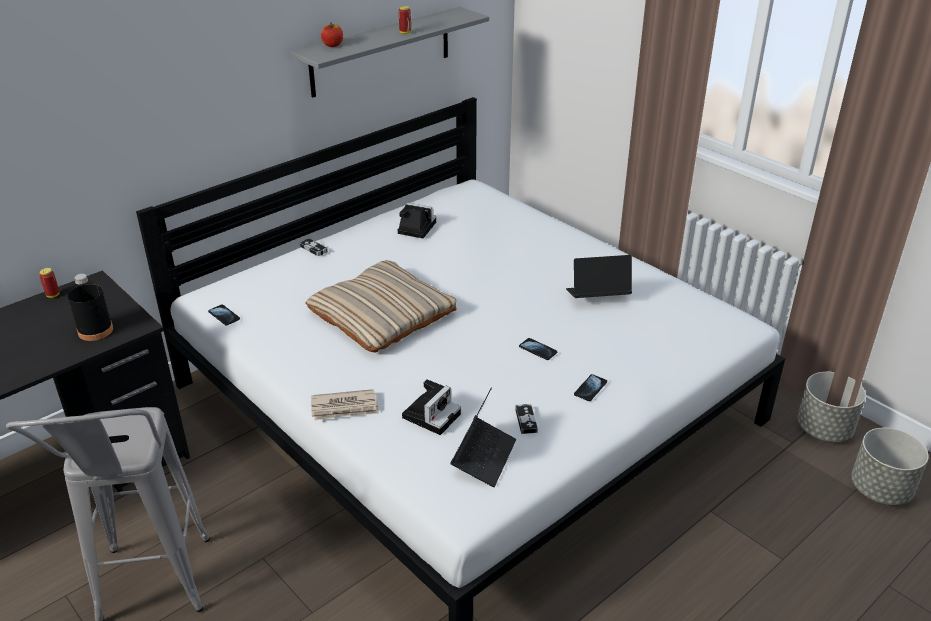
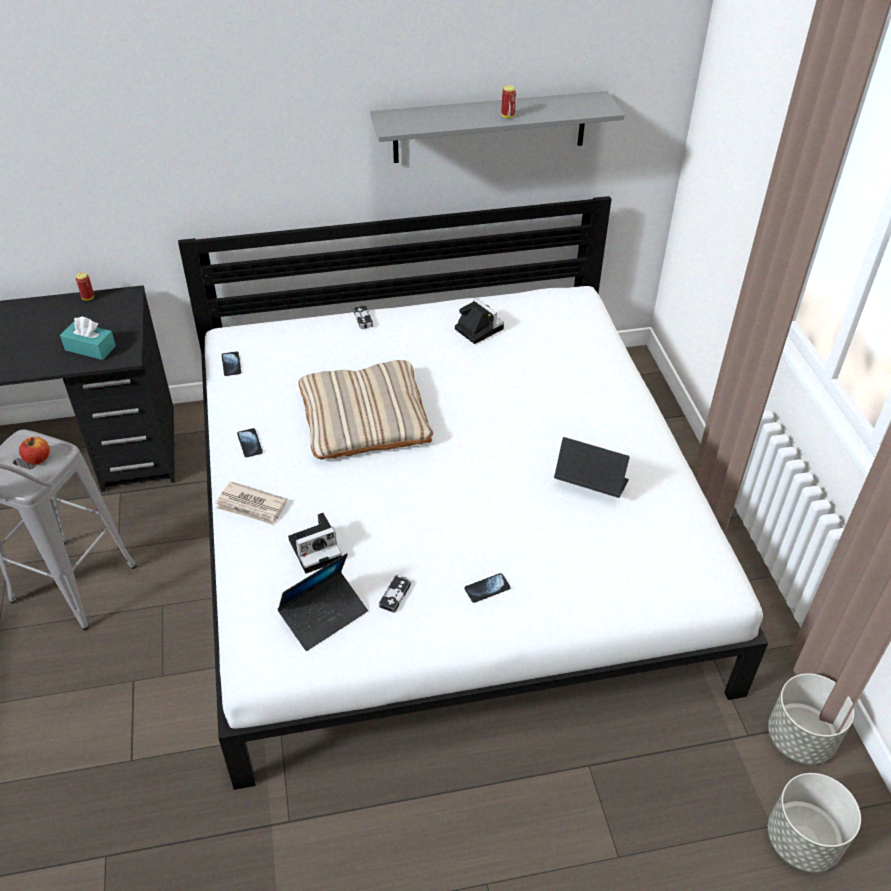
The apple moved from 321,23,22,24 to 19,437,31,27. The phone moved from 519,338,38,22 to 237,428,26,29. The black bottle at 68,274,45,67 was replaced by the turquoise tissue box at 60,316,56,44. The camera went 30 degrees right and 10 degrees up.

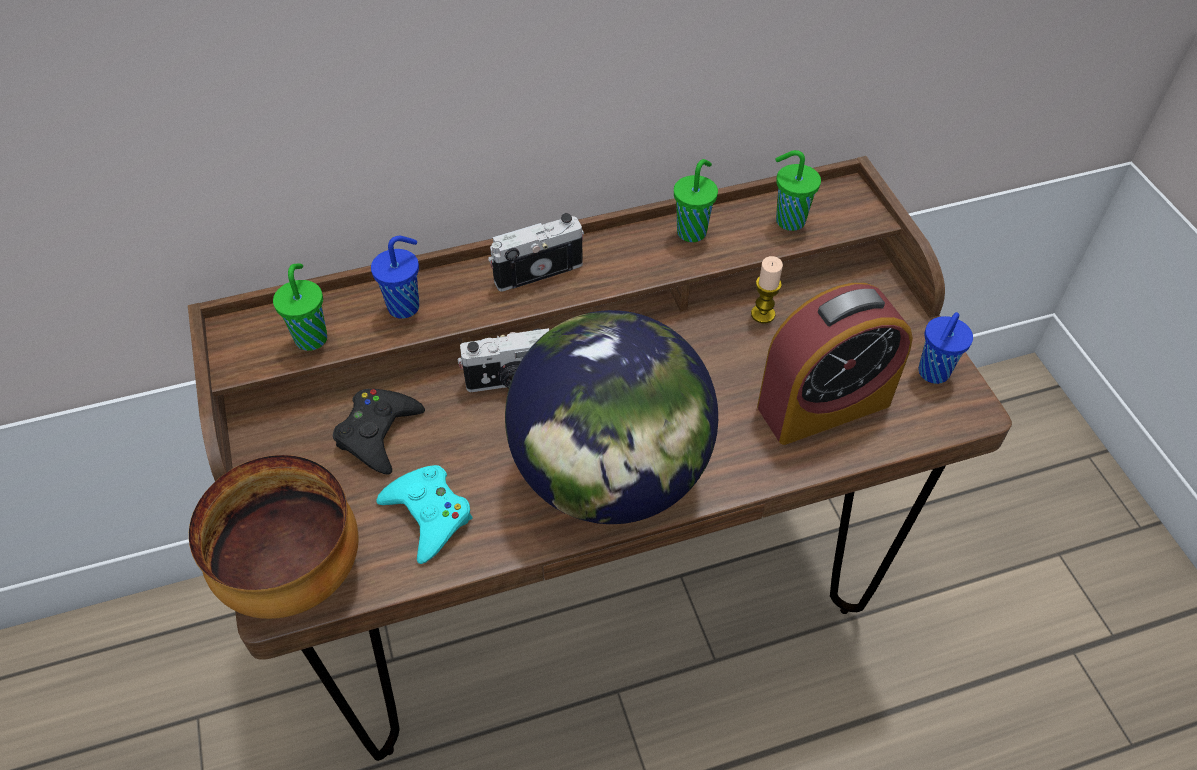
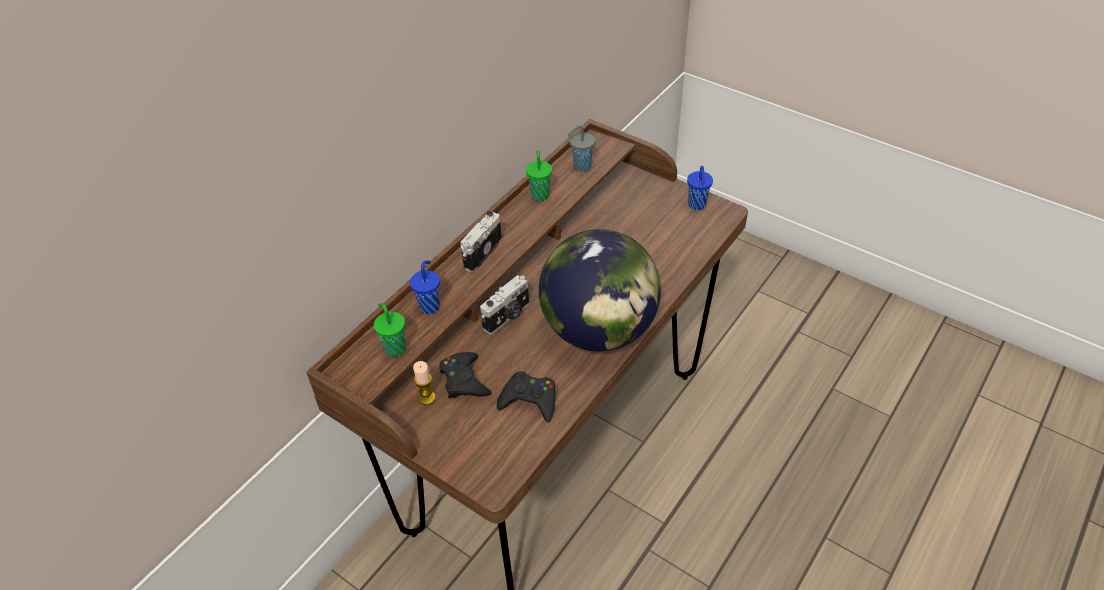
The bowl at 189,455,169,164 disappeared. The alarm clock at 757,283,156,162 disappeared. The candle moved from 751,256,32,67 to 413,361,23,44. The turquoise game controller at 376,465,96,99 became the black game controller at 497,371,58,51. The green cup at 775,150,46,81 became the grey cup at 567,125,28,47. The camera went 35 degrees left and 5 degrees down.

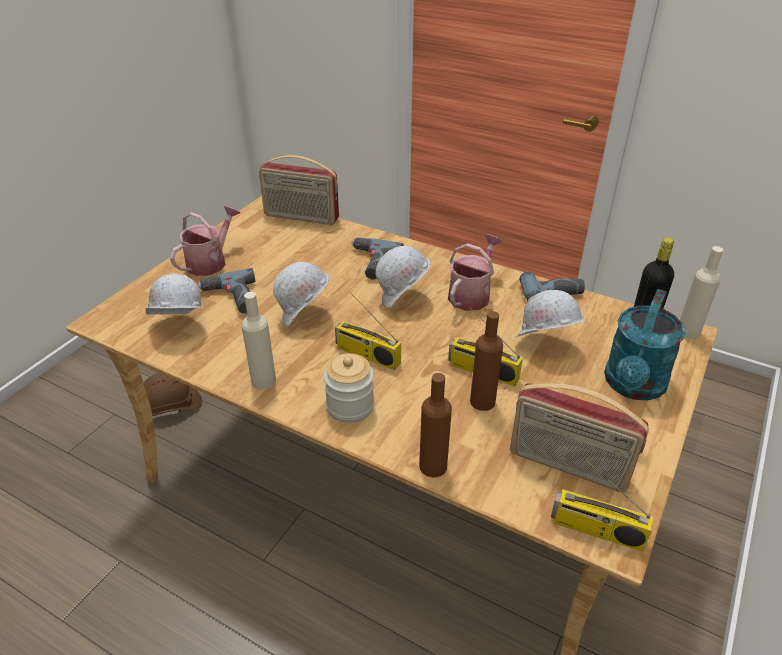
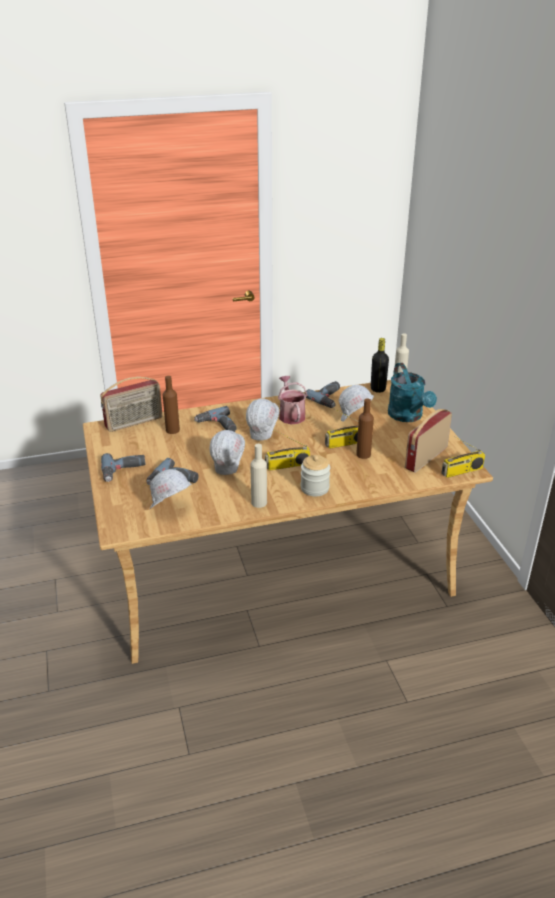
The brown hard hat at 144,373,58,46 disappeared. The brown bottle moved from 419,373,33,105 to 163,376,17,58. The watering can at 170,205,70,71 was replaced by the power drill at 101,453,45,29. The radio at 510,383,139,109 turned 150 degrees clockwise. The camera went 45 degrees left and 5 degrees down.

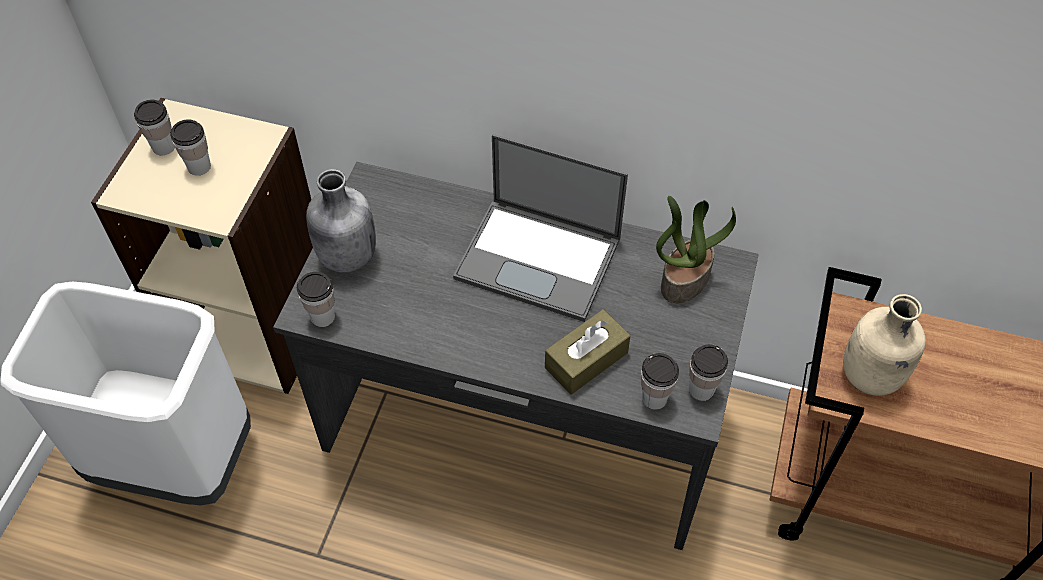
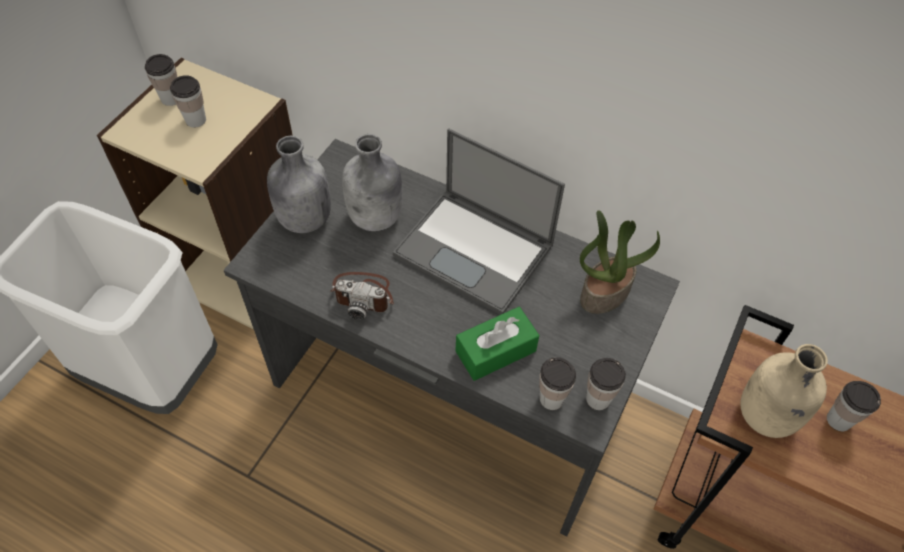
The photo camera at 330,272,64,48 appeared. The grey bottle at 342,134,61,97 appeared. The cup moved from 297,272,38,55 to 827,381,54,50. The brown tissue box at 545,309,86,86 became the green tissue box at 456,307,83,74. The camera went 10 degrees right and 0 degrees up.

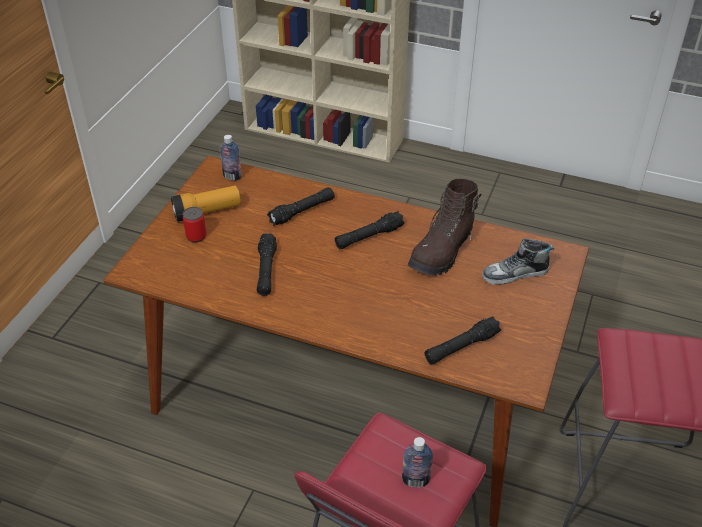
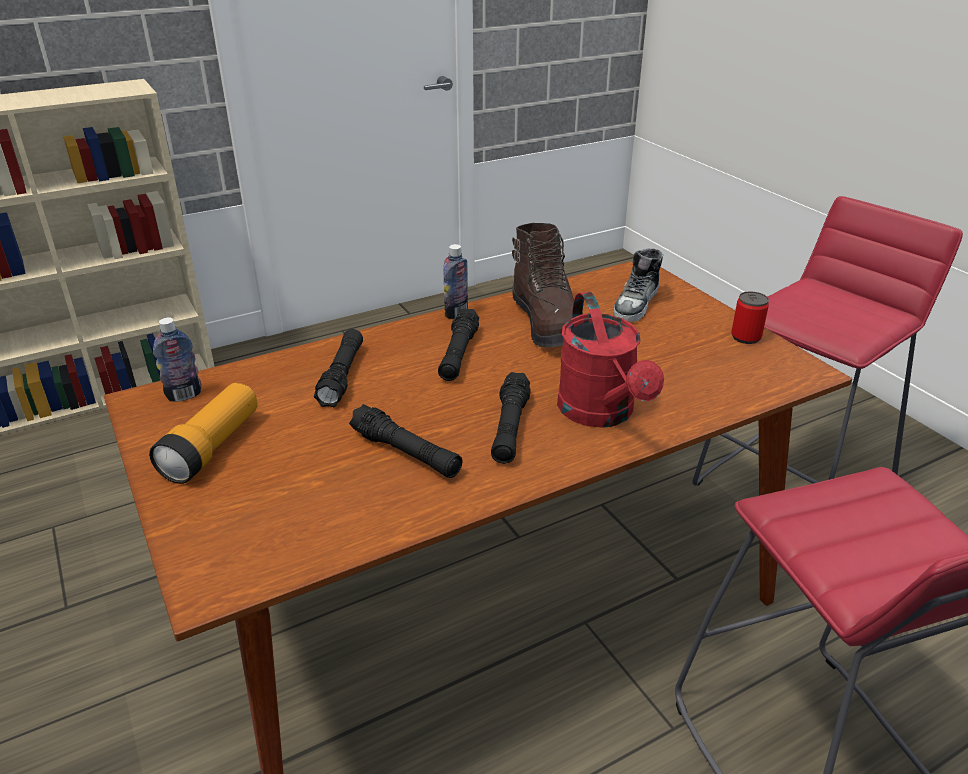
The red watering can at 557,292,107,136 appeared. The can moved from 183,207,24,36 to 731,292,38,52. The bottle moved from 402,437,31,51 to 443,244,25,75. The black flashlight moved from 425,316,76,48 to 491,372,40,92. The camera went 50 degrees left and 10 degrees down.

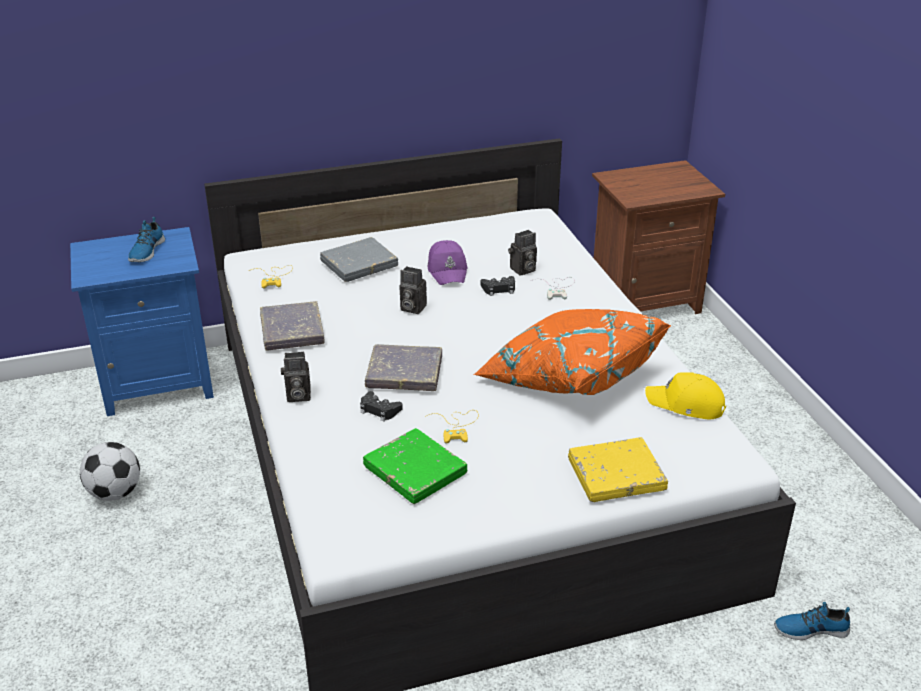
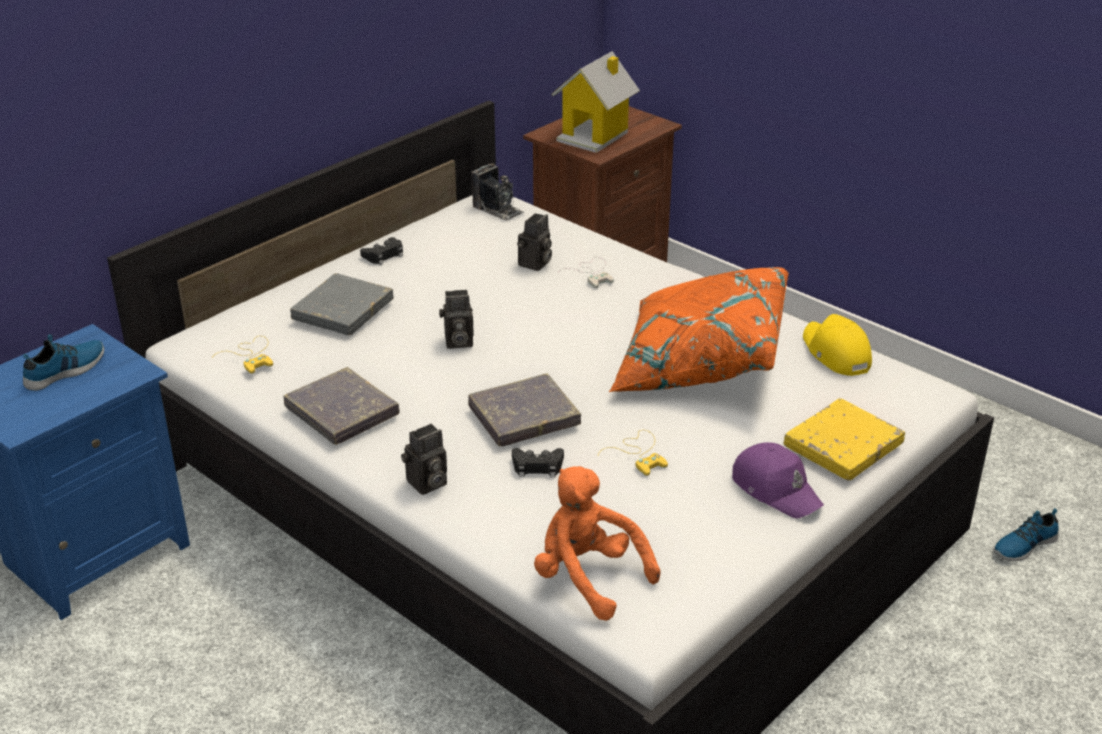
The football at 80,442,60,59 disappeared. The green book at 363,428,104,76 disappeared. The photo camera at 471,163,53,58 appeared. The orange plush toy at 534,466,127,155 appeared. The toy house at 552,51,88,102 appeared. The purple cap moved from 428,240,40,45 to 732,442,92,76. The black game controller moved from 480,276,35,20 to 360,237,43,28. The shoe at 128,217,37,45 turned 120 degrees counterclockwise. The yellow cap at 645,372,81,48 turned 75 degrees clockwise. The camera went 30 degrees left and 0 degrees up.

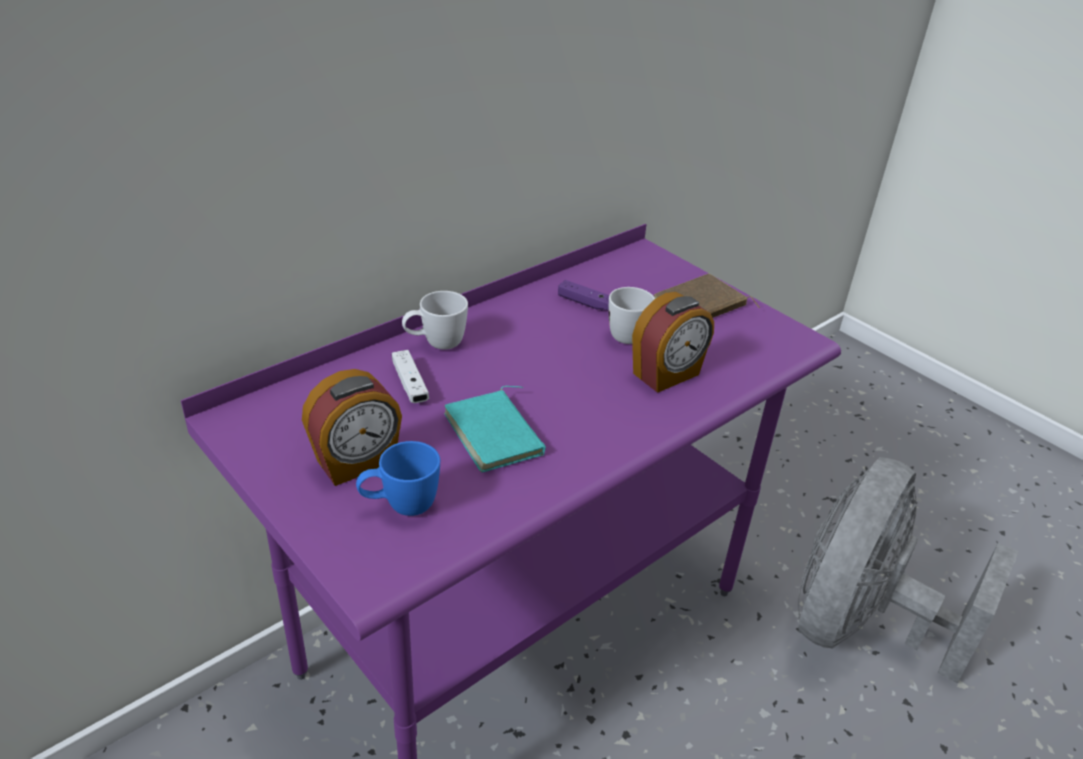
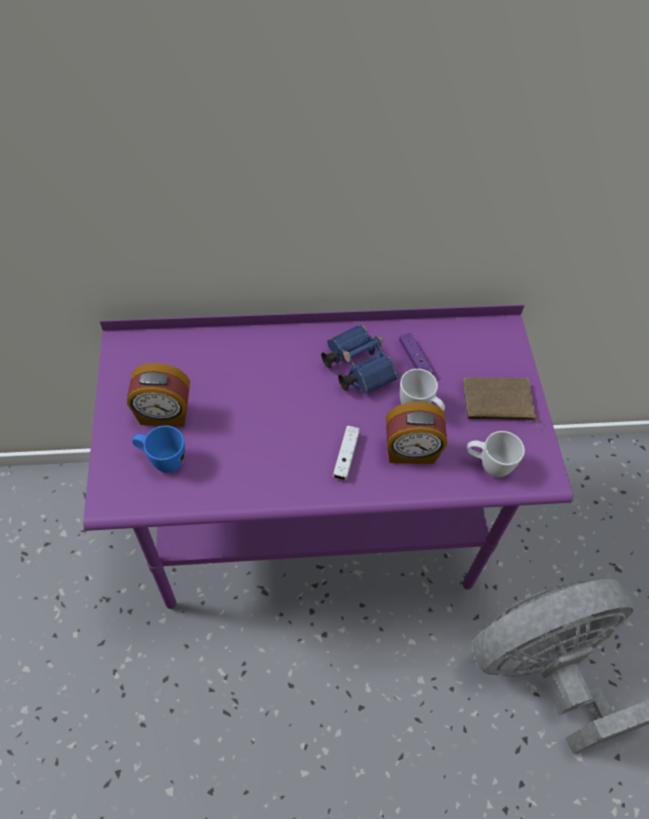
The turquoise book at 444,386,102,87 disappeared. The blue binoculars at 321,325,77,69 appeared. The white game controller moved from 392,350,37,53 to 333,426,27,54. The white mug moved from 402,291,66,59 to 467,431,58,46. The camera went 35 degrees right and 20 degrees up.

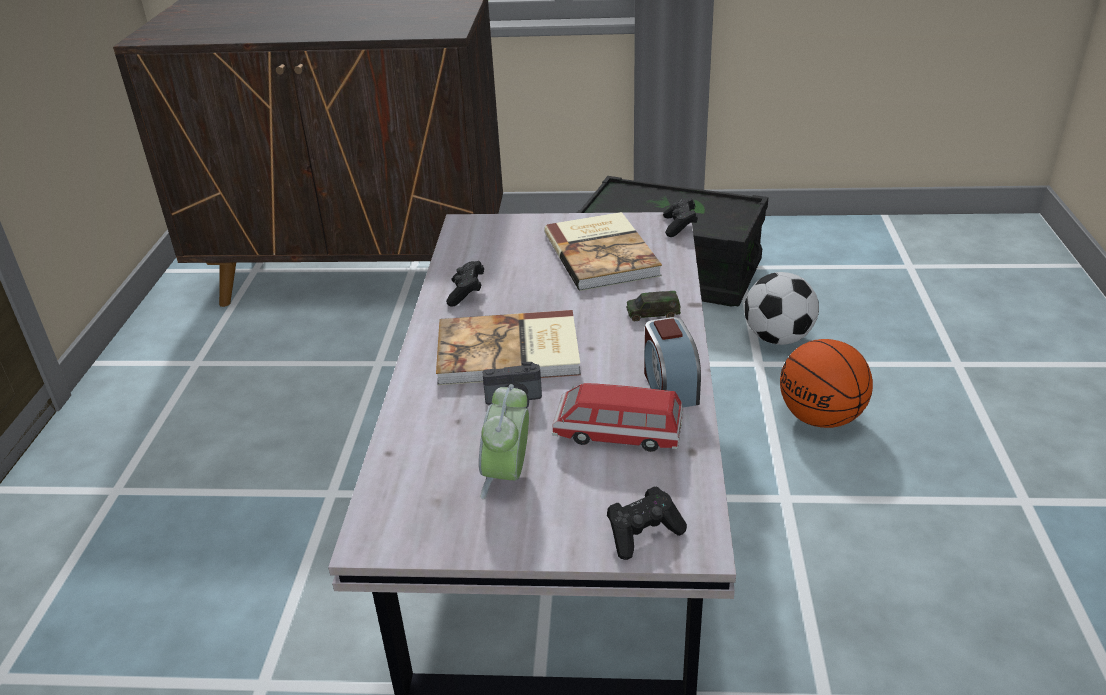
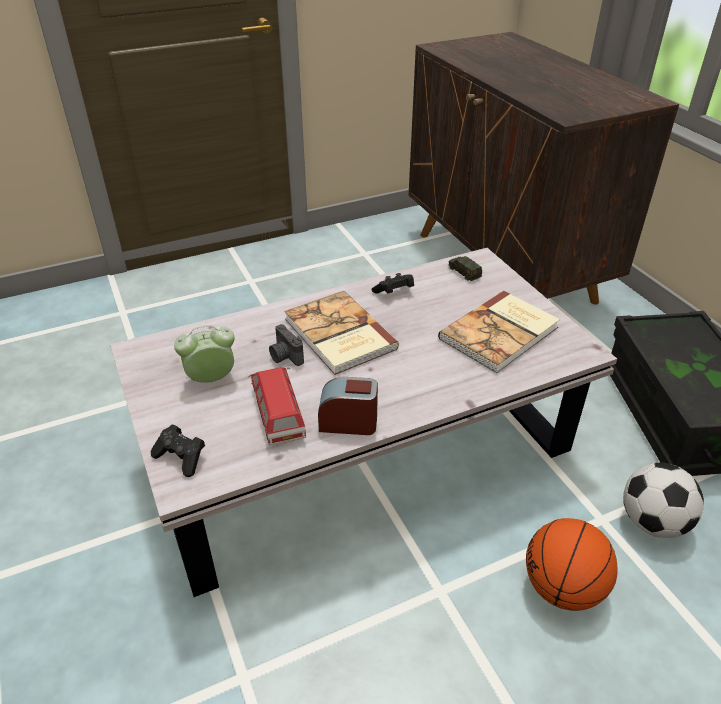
The black game controller at 663,197,35,40 disappeared. The toy car moved from 626,291,55,30 to 449,256,33,25. The alarm clock at 644,317,57,90 turned 45 degrees clockwise. The camera went 60 degrees right and 5 degrees up.

